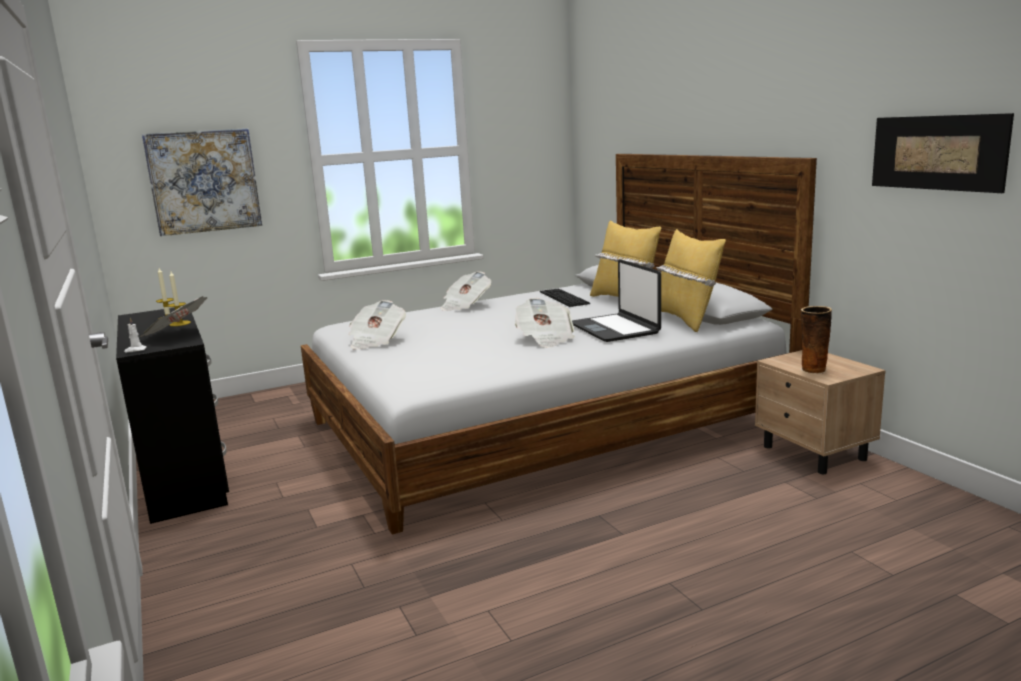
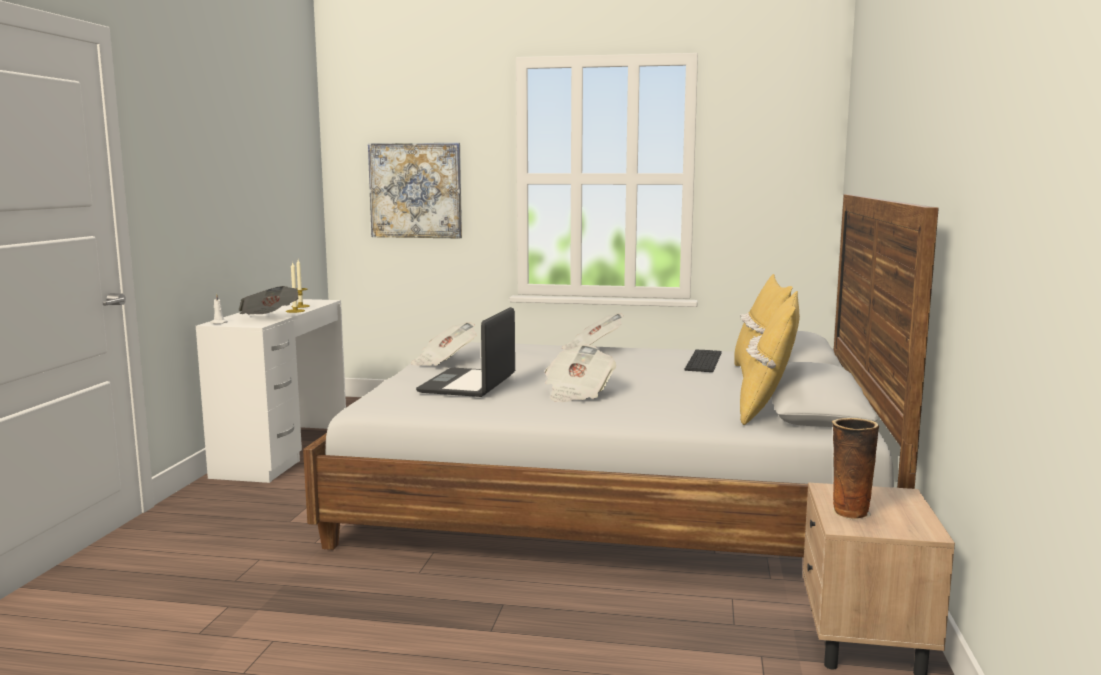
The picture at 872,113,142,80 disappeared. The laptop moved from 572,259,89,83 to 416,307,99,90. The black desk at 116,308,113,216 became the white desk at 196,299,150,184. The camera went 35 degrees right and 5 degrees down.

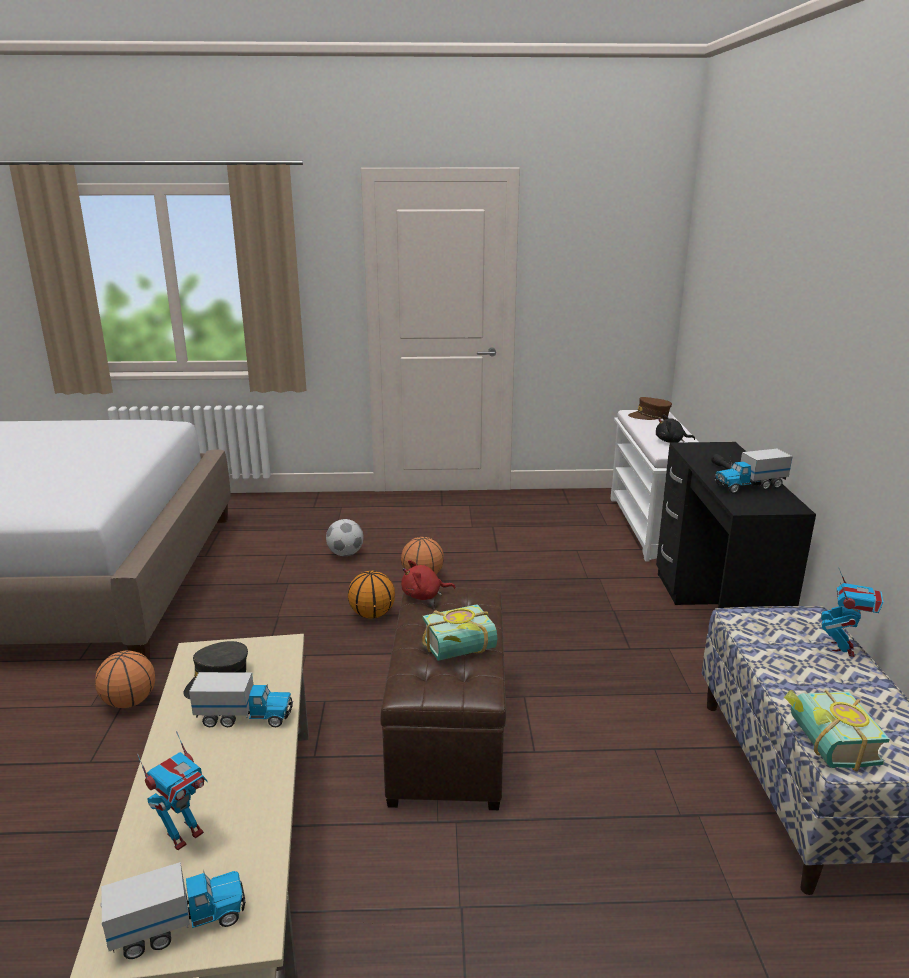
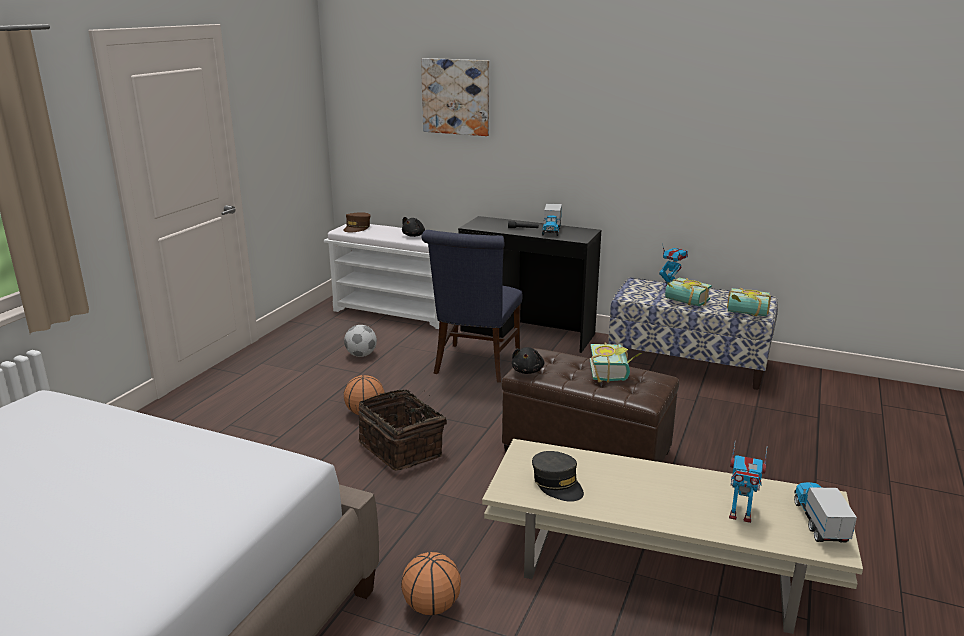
The toy truck at 189,672,104,55 disappeared. The picture at 421,58,68,78 appeared. The blue chair at 421,230,102,153 appeared. The book at 665,278,47,28 appeared. The football moved from 326,519,38,37 to 344,325,33,32. The basketball at 348,571,47,48 was replaced by the basket at 359,390,88,80. The red plush toy at 401,560,54,40 became the black plush toy at 512,347,32,27. The toy robot at 137,731,71,119 turned 135 degrees clockwise. The camera went 65 degrees left and 0 degrees up.

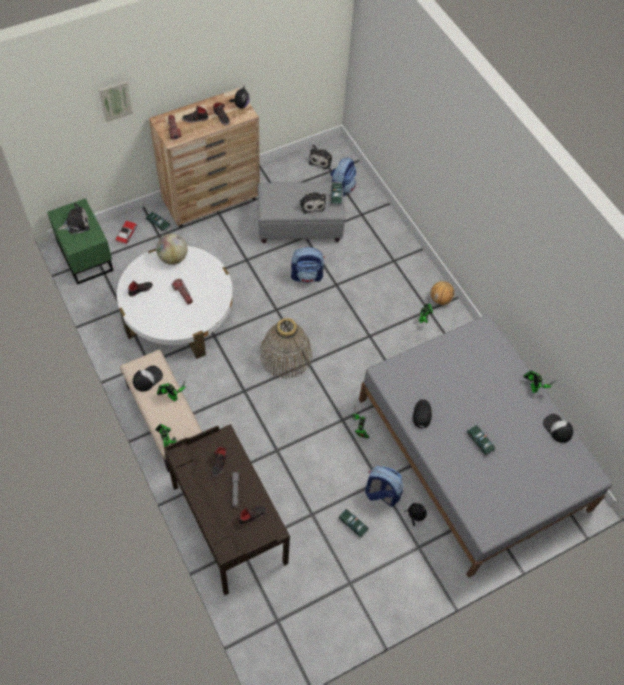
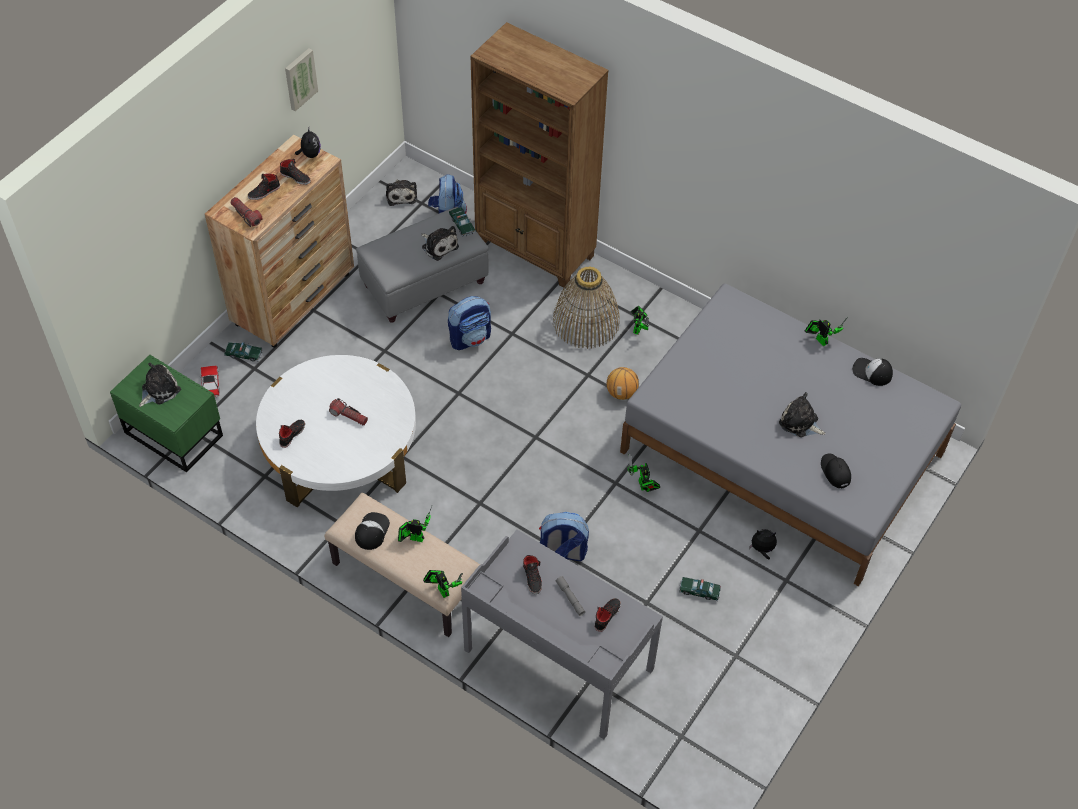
The globe at 156,234,32,31 disappeared. The brown bookcase at 471,22,138,265 appeared. The picture moved from 99,80,34,42 to 285,48,33,63. The basket moved from 260,318,52,60 to 553,267,67,82. The backpack moved from 365,466,38,41 to 539,512,50,49. The black cap moved from 413,399,19,29 to 821,453,30,36. The basketball moved from 431,281,23,24 to 607,367,32,33. The toy car at 466,425,30,31 was replaced by the plush toy at 779,392,47,45. The brown desk at 164,424,126,171 became the grey desk at 461,530,202,209. The camera went 25 degrees left and 5 degrees down.

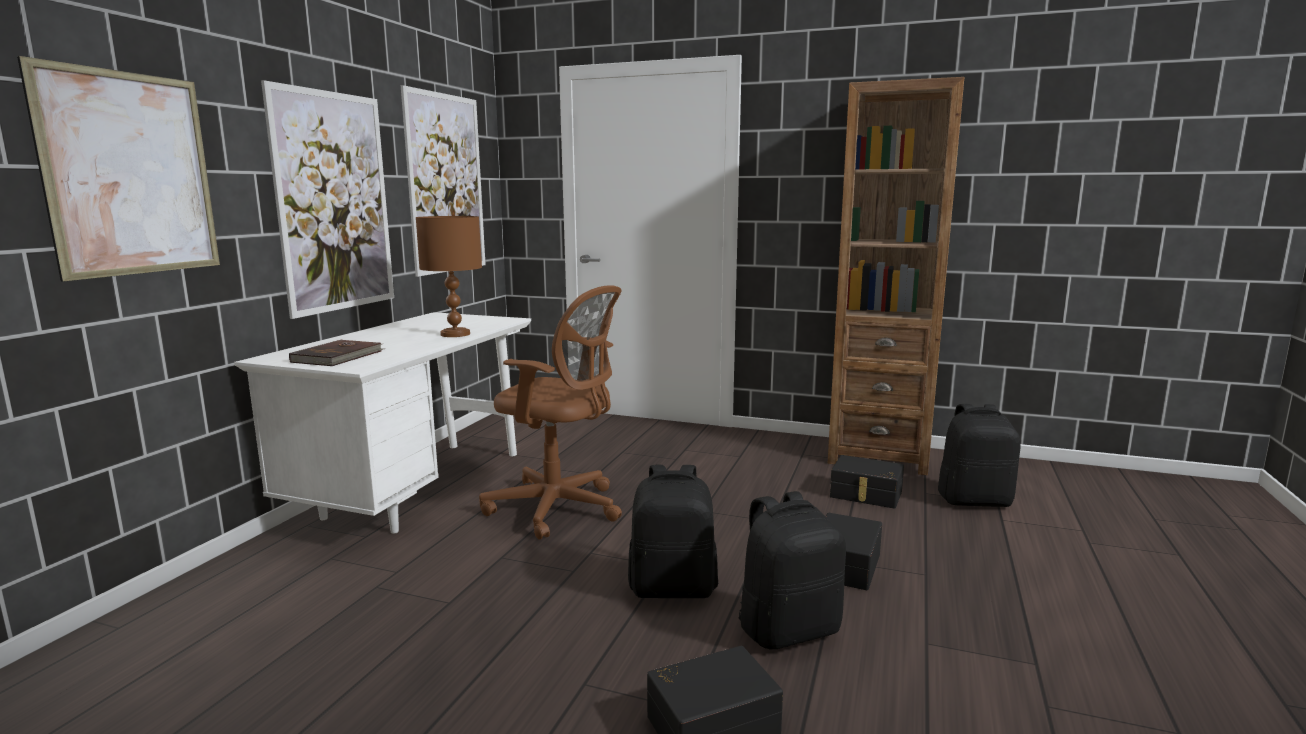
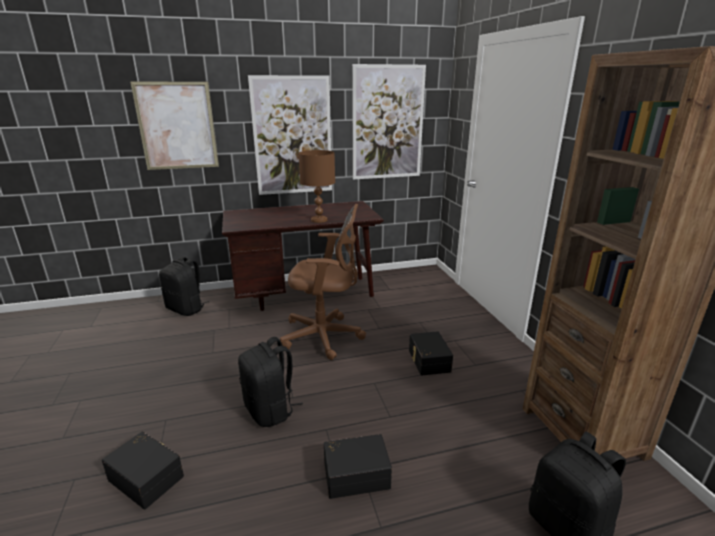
The brown book at 289,340,97,26 disappeared. The black backpack moved from 739,491,107,159 to 159,257,50,59. The black storage box moved from 830,455,74,54 to 409,331,44,45. The white desk at 234,312,297,222 became the brown desk at 222,201,162,110. The brown office chair at 479,285,143,255 turned 75 degrees counterclockwise. The camera went 55 degrees right and 10 degrees up.

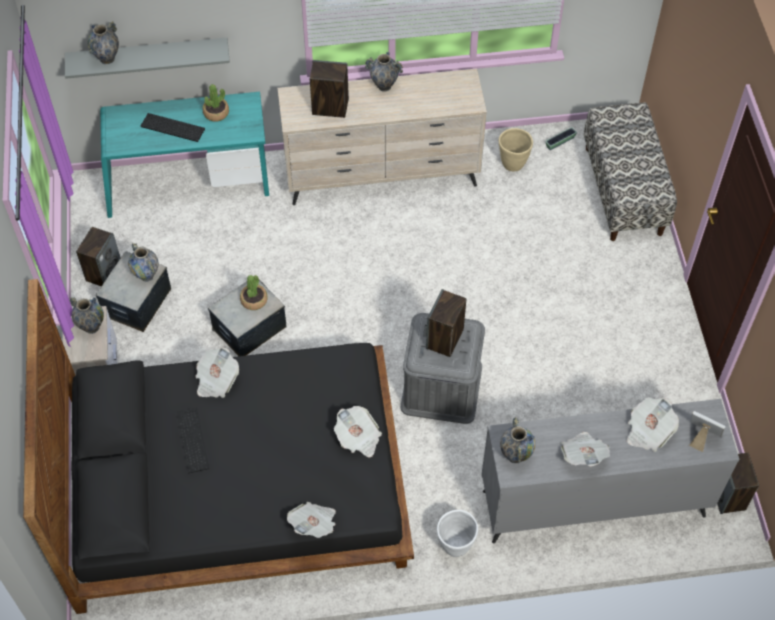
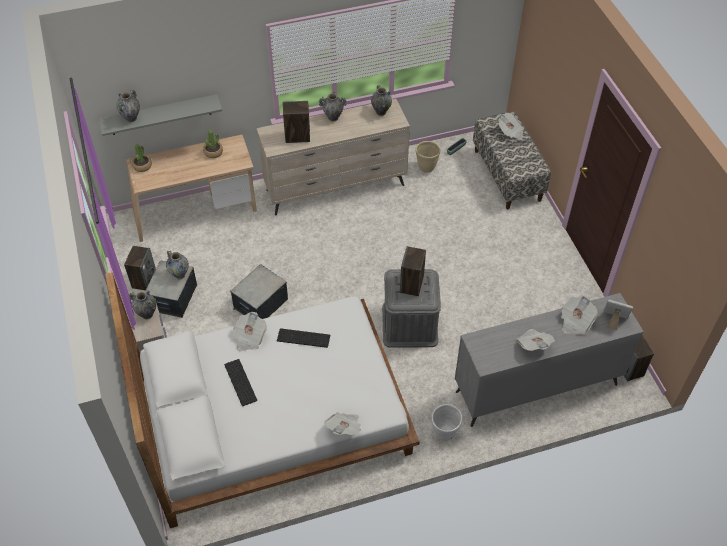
The keyboard moved from 141,113,64,29 to 277,328,53,20. The potted plant moved from 240,275,28,35 to 132,144,20,28. The newspaper moved from 334,406,48,52 to 498,113,26,28. The vase moved from 500,417,35,46 to 371,85,21,31. The black bed at 23,279,391,335 became the white bed at 105,272,315,256. The turquoise desk at 100,92,169,126 became the beige desk at 127,134,130,108. The camera went 10 degrees left and 5 degrees down.

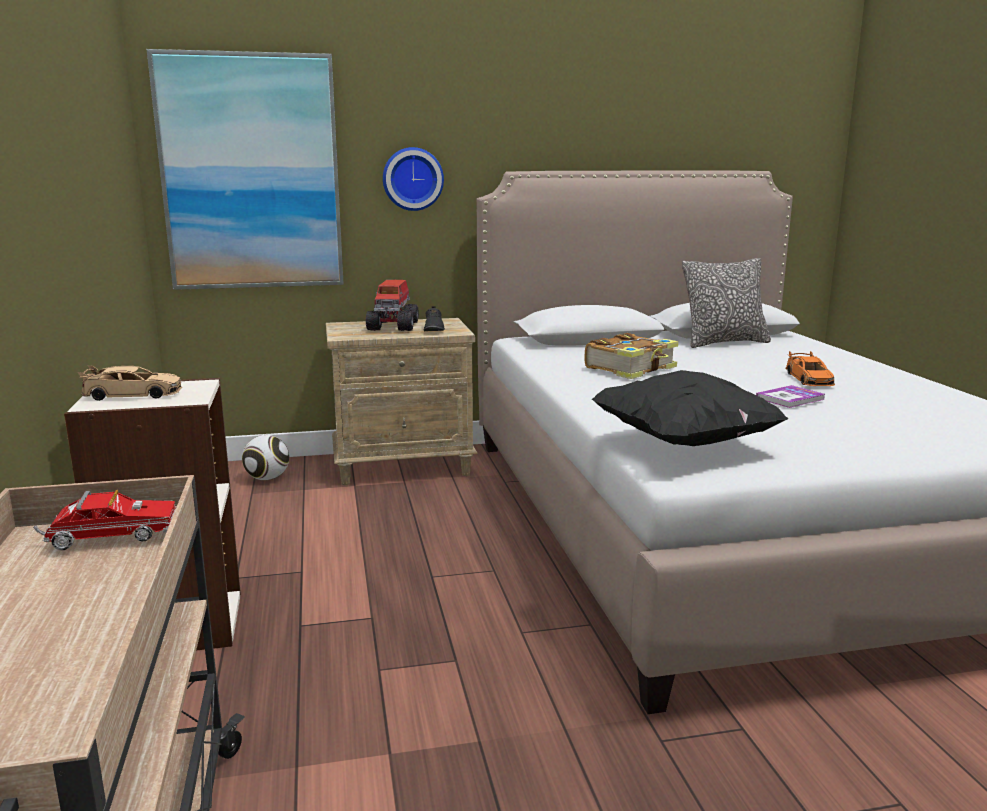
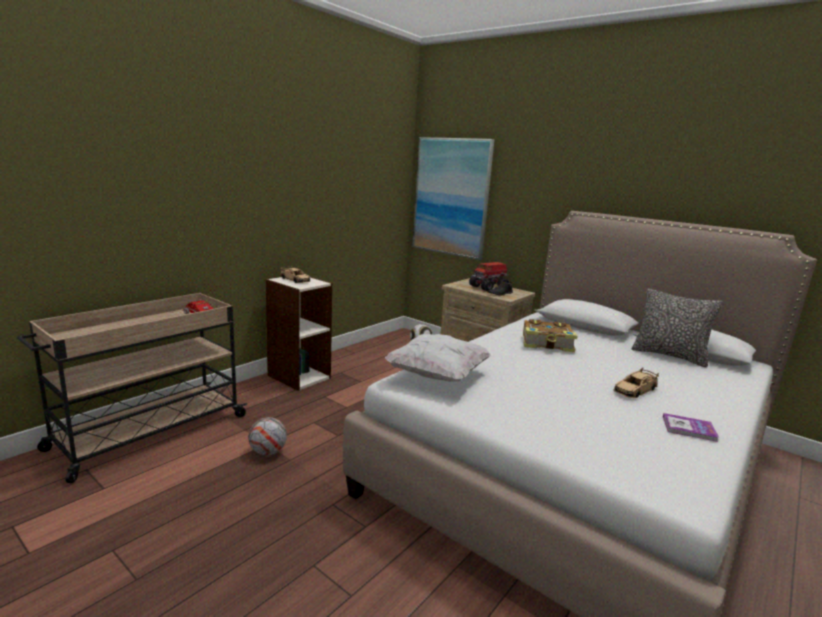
The wall clock at 383,147,61,64 disappeared. The football at 248,417,39,38 appeared. The book moved from 756,385,69,23 to 663,413,56,29. The black pillow at 592,370,196,76 became the white pillow at 385,334,106,48. The orange toy car at 785,351,50,35 became the beige toy car at 613,367,46,31. The camera went 50 degrees right and 0 degrees up.

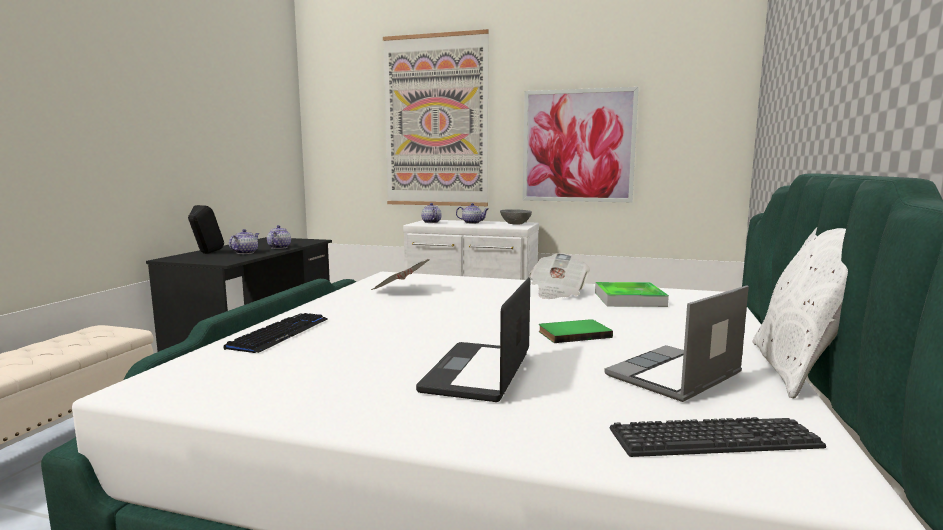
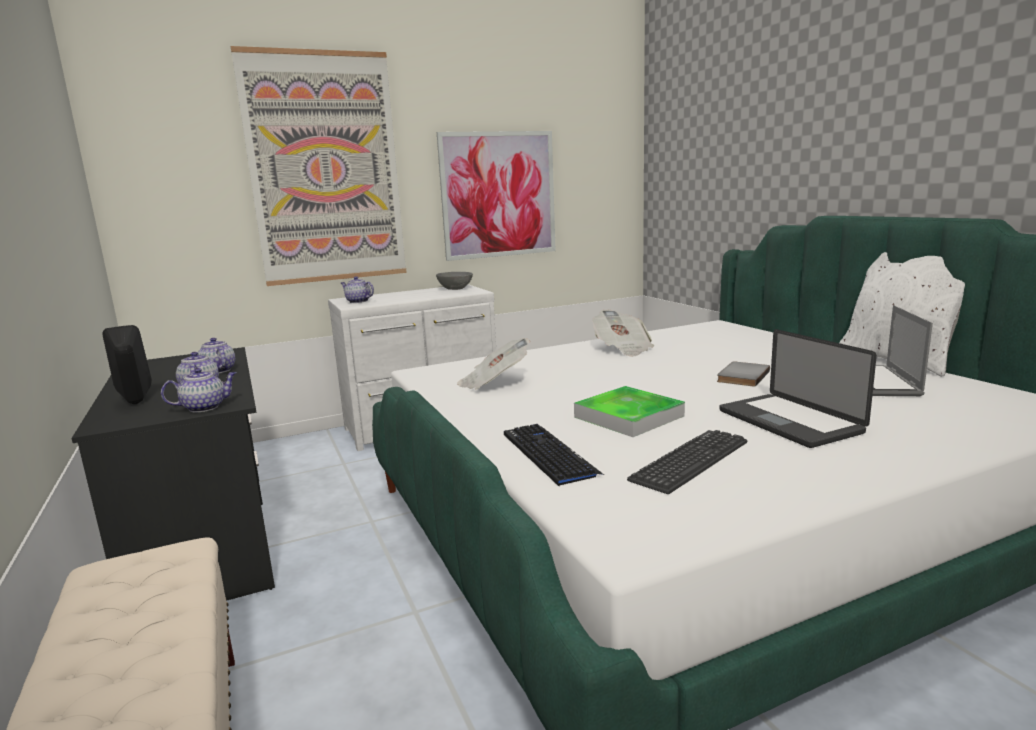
The teapot moved from 456,203,33,21 to 161,368,75,44. The tray moved from 595,282,74,25 to 574,386,111,51. The keyboard moved from 610,417,216,40 to 627,430,120,64. The green book at 539,319,74,24 became the grey book at 717,362,53,25. The camera went 40 degrees left and 5 degrees up.

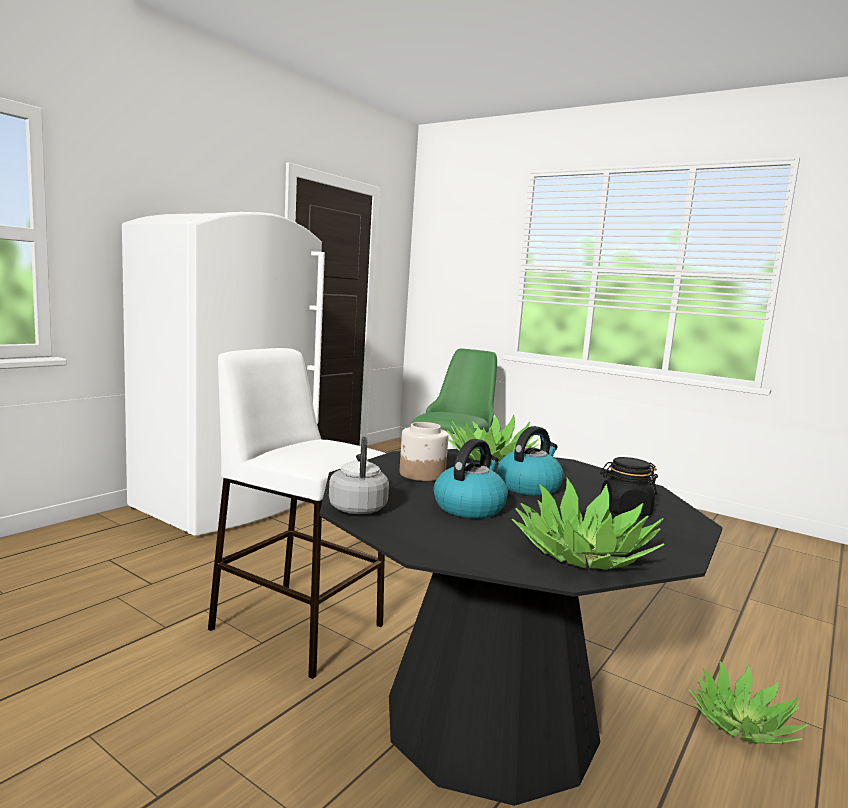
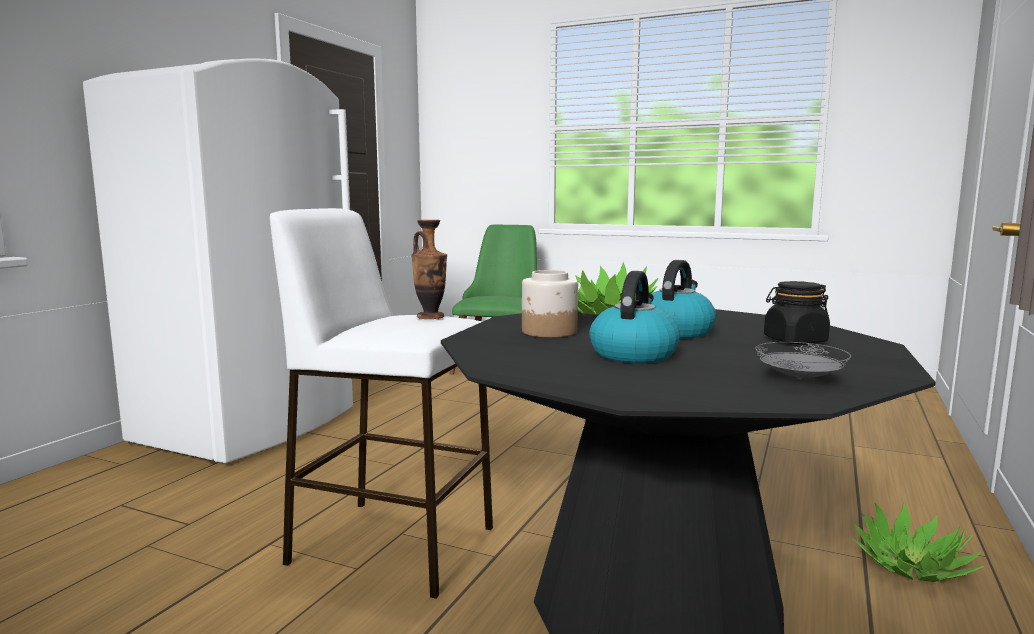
The grey kettle at 329,436,60,78 disappeared. The vase at 411,220,36,99 appeared. The potted plant at 511,477,153,92 was replaced by the grey plate at 755,342,96,38. The camera went 10 degrees left and 0 degrees up.

